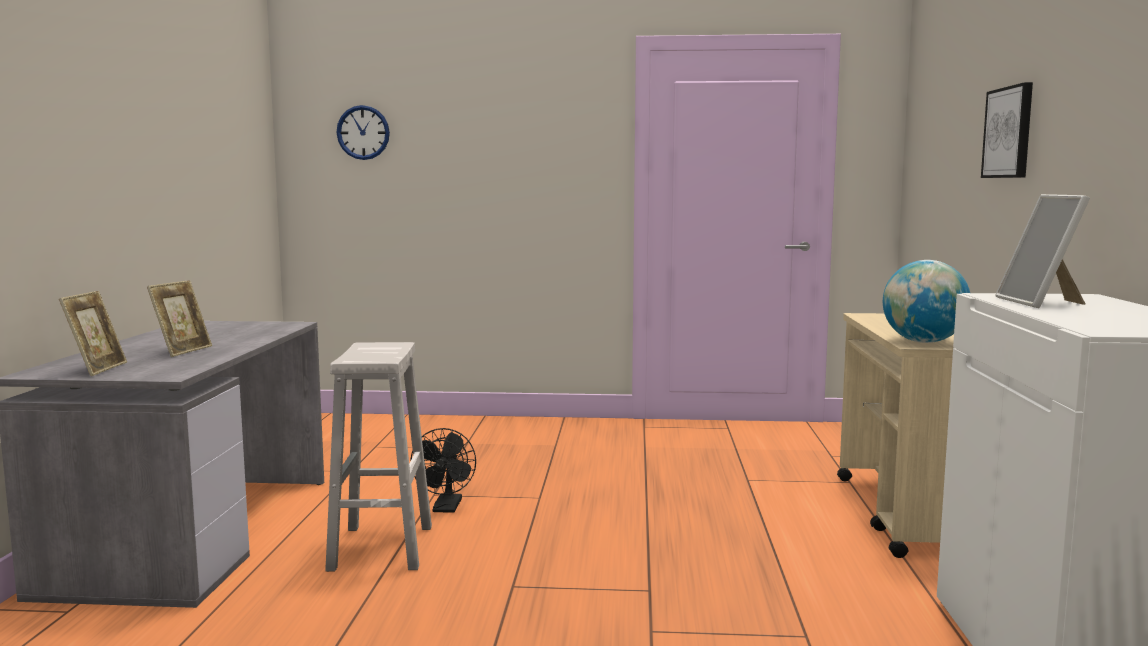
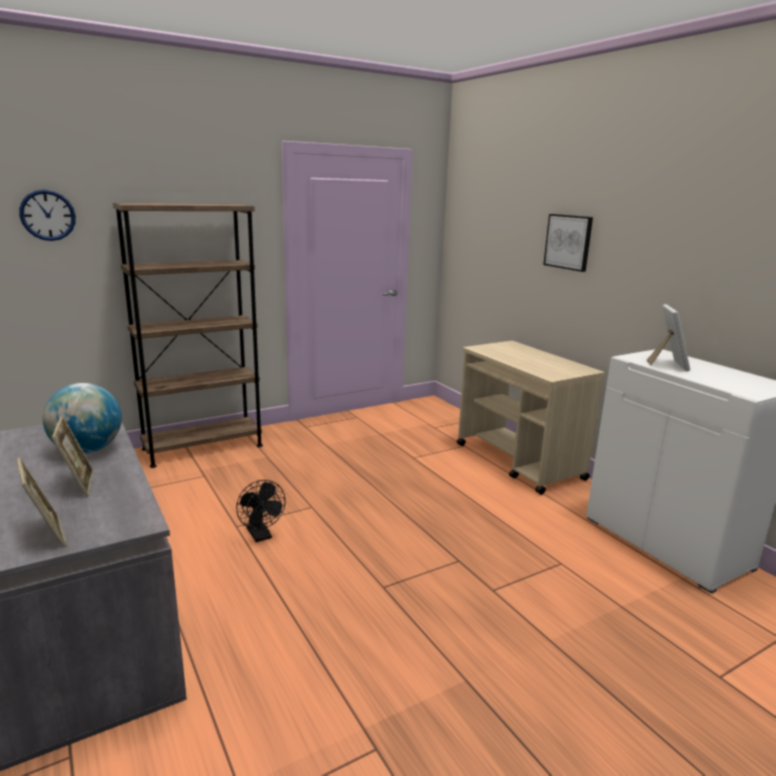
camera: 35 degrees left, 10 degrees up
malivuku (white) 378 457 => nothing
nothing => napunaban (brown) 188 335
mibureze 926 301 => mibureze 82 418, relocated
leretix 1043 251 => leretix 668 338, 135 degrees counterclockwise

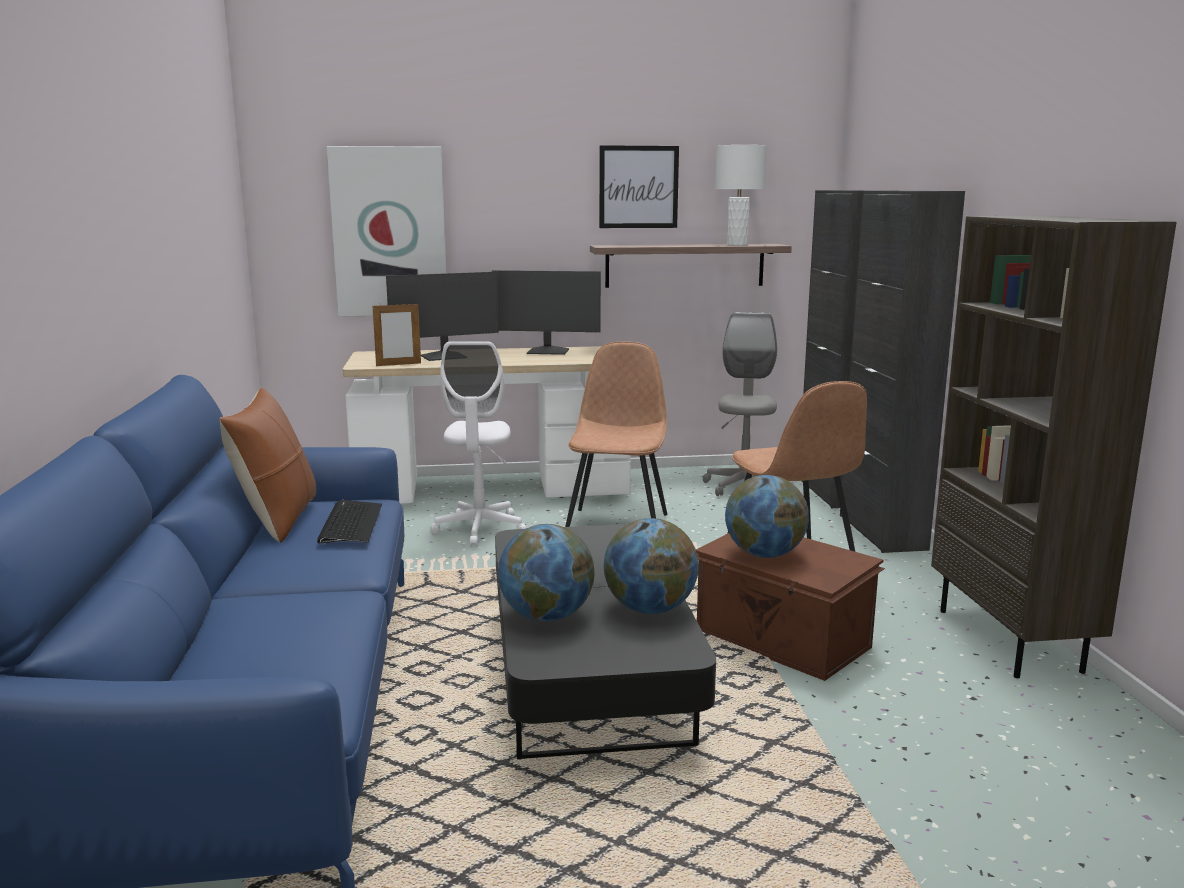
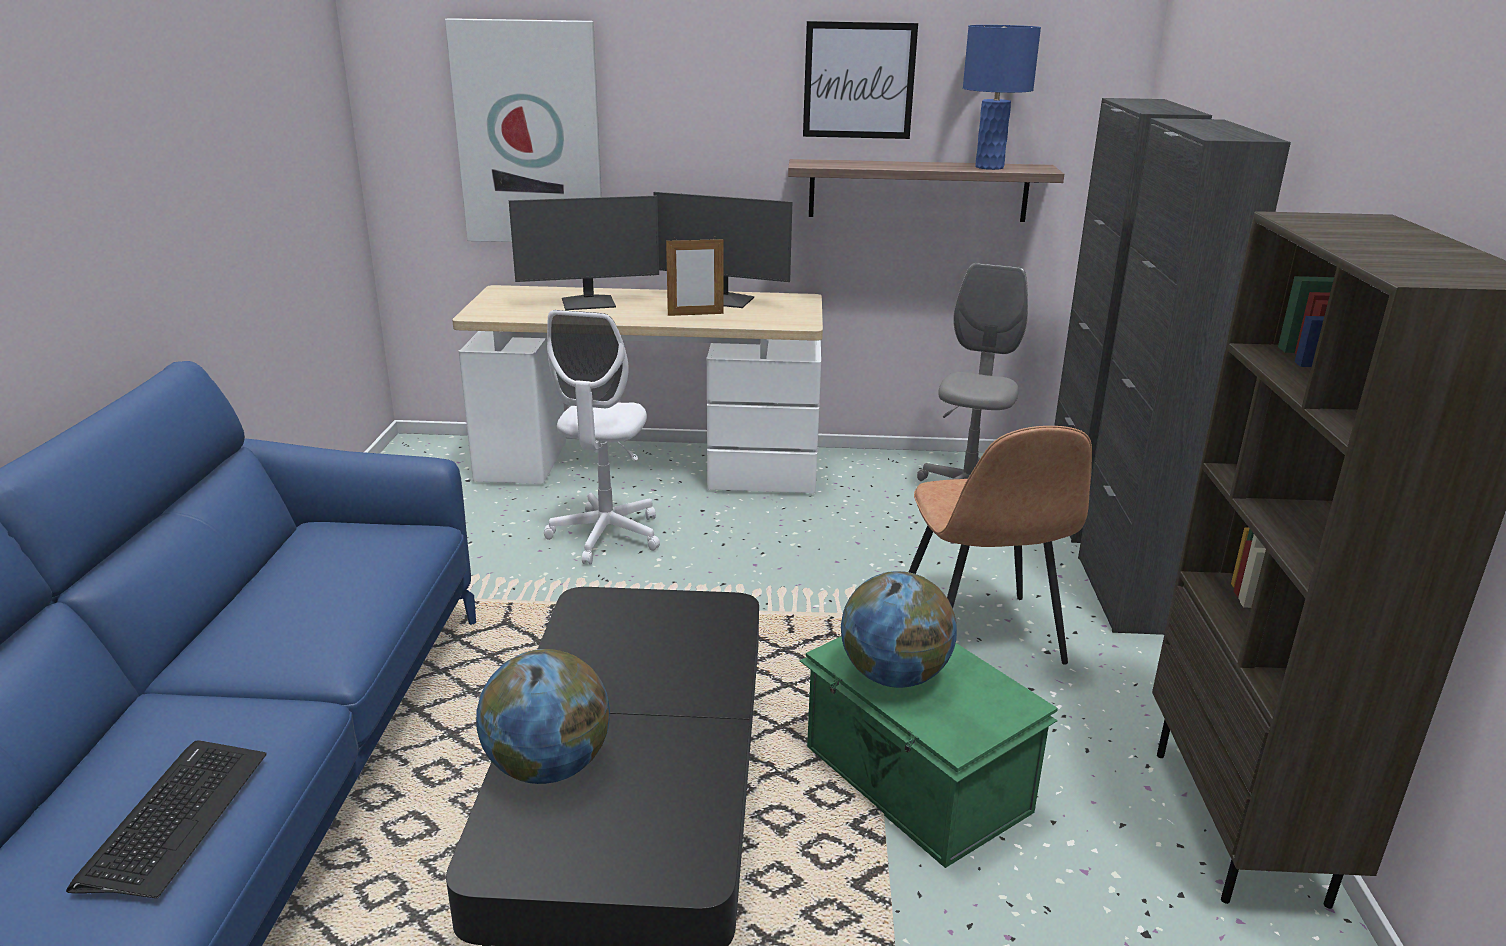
camera: 10 degrees right, 10 degrees up
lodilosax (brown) 268 465 => nothing
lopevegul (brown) 616 434 => nothing
mibureze 651 566 => nothing
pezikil 349 521 => pezikil 166 819, relocated
leretix 397 334 => leretix 695 277, relocated
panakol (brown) 790 607 => panakol (green) 929 752
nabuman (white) 741 195 => nabuman (blue) 1002 97

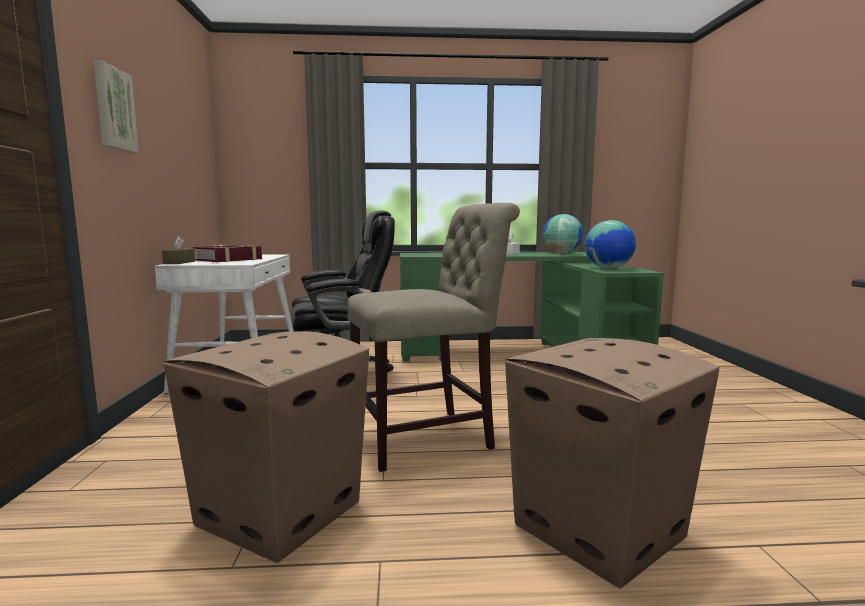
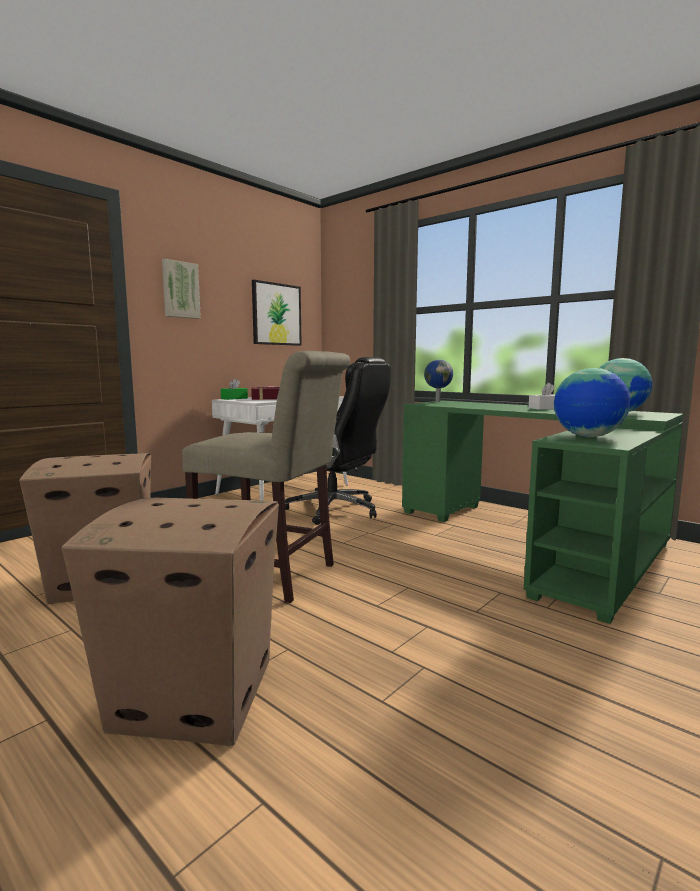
camera: 45 degrees right, 0 degrees up
nothing => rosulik 277 313
nothing => mibureze 438 380
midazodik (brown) 178 250 => midazodik (green) 234 389

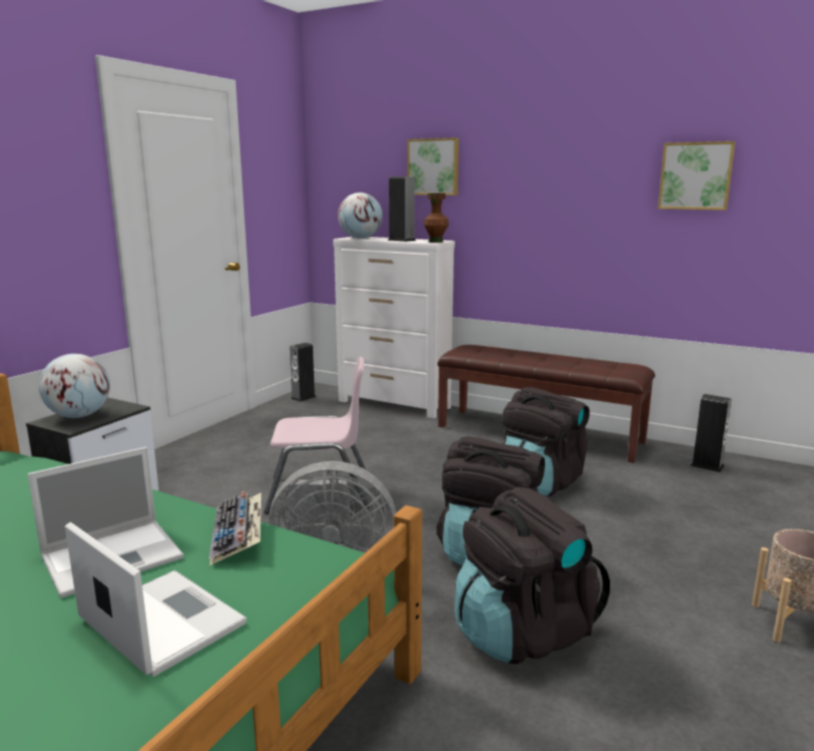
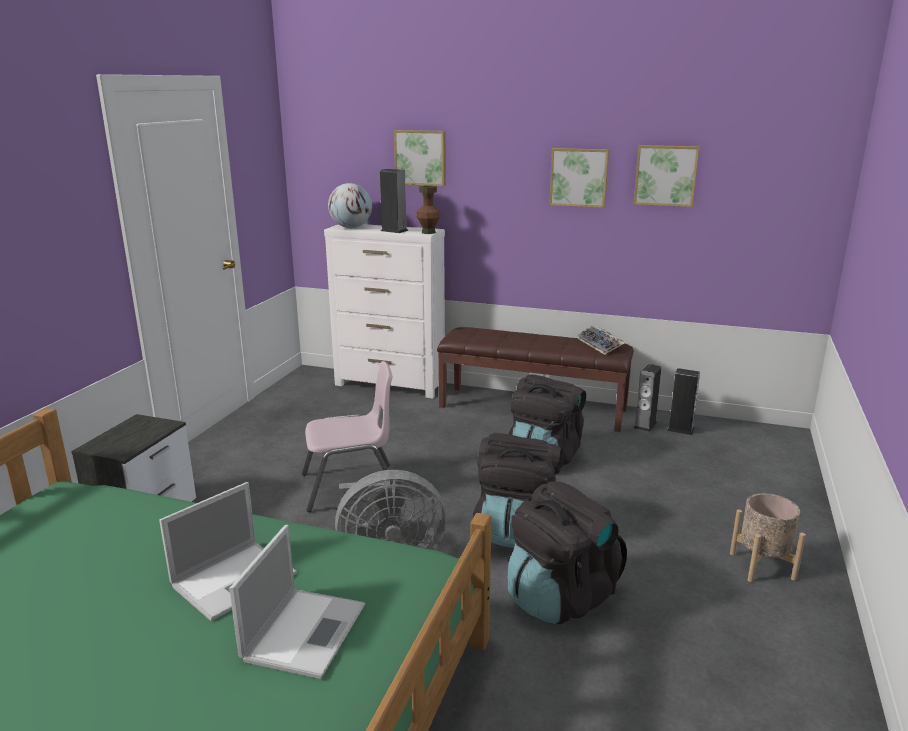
camera: 10 degrees left, 5 degrees up
mibureze 74 386 => nothing
nothing => rosulik 579 178
pezikil 235 528 => pezikil 602 340, relocated
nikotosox 303 372 => nikotosox 647 398, relocated
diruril 156 599 => diruril 297 602, 75 degrees clockwise

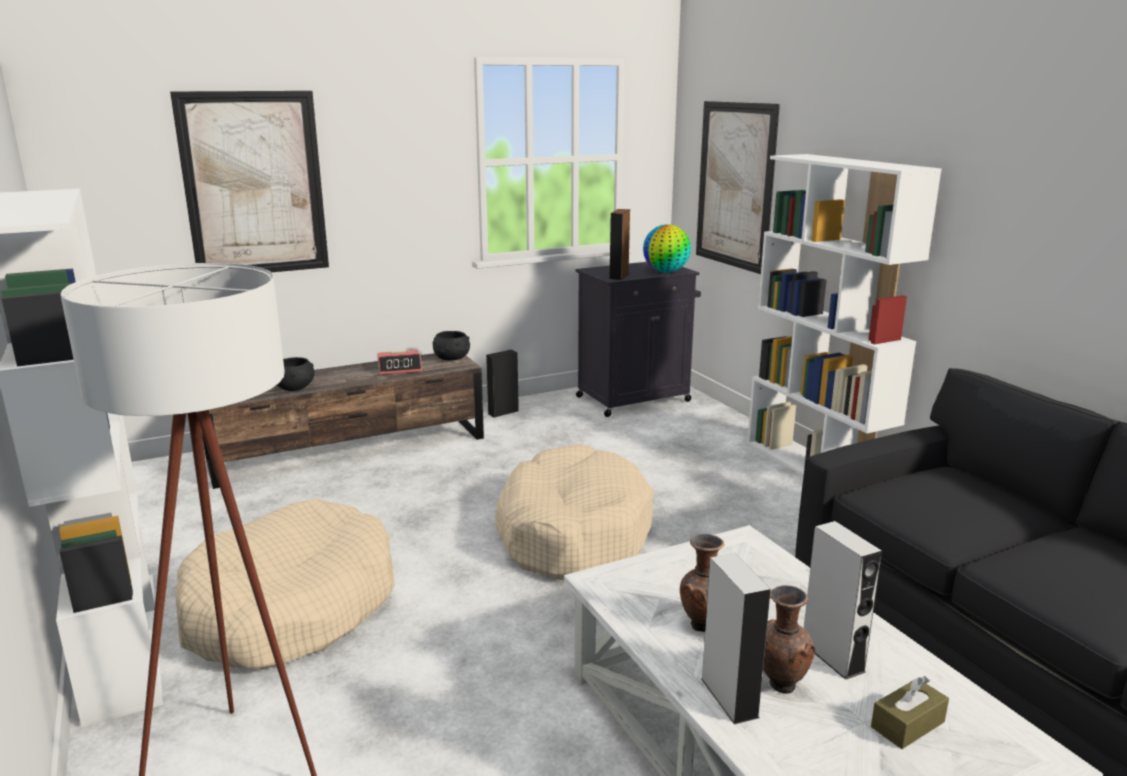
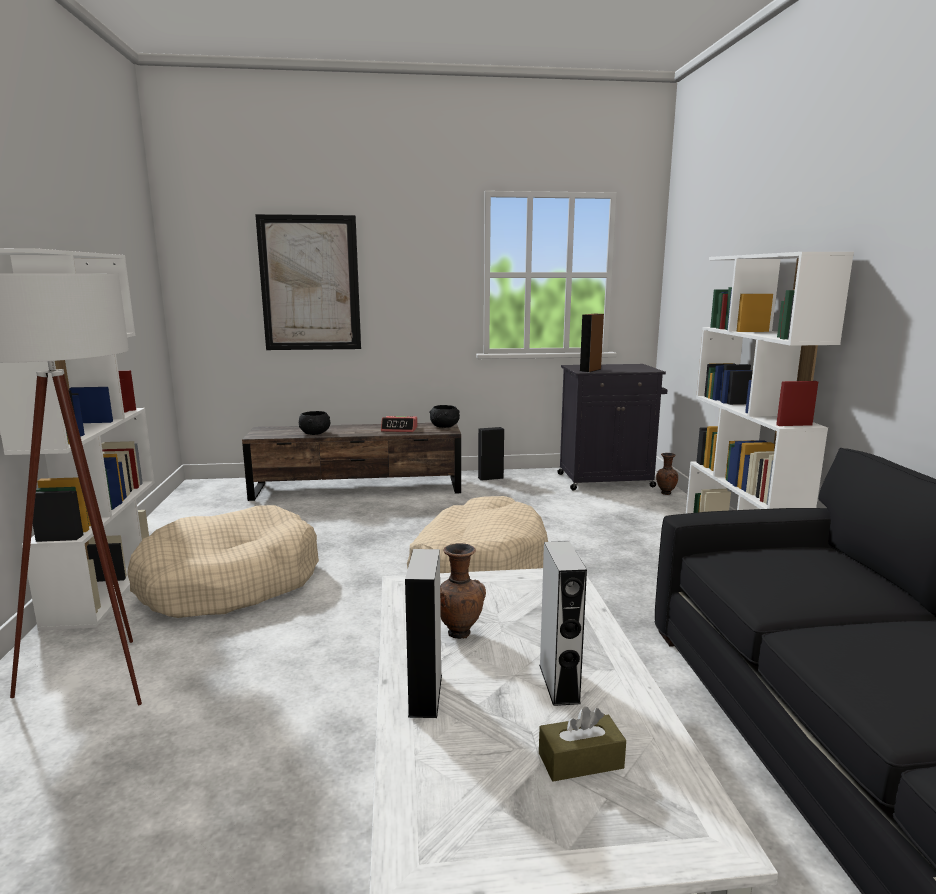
camera: 20 degrees right, 5 degrees down
mibureze 667 248 => nothing
rosulik 738 187 => nothing
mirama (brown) 789 639 => mirama (brown) 667 474, relocated

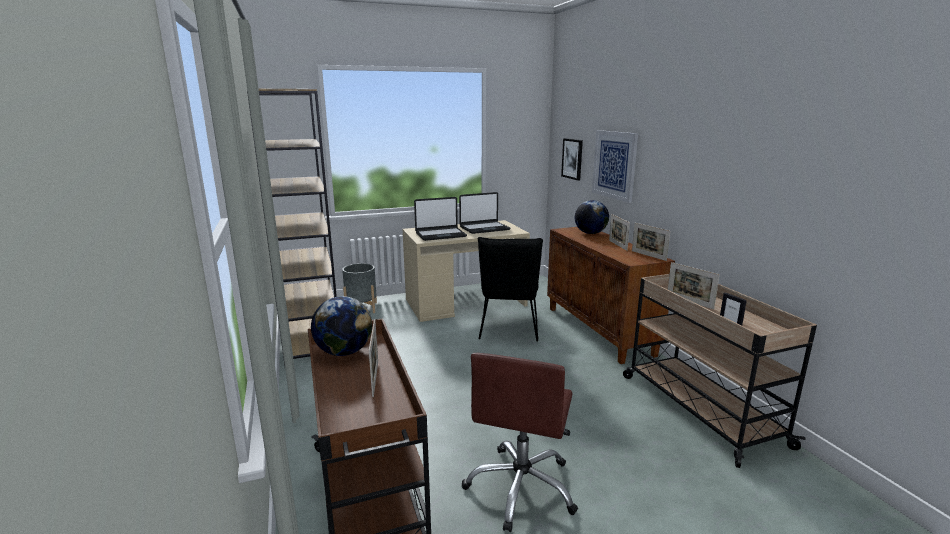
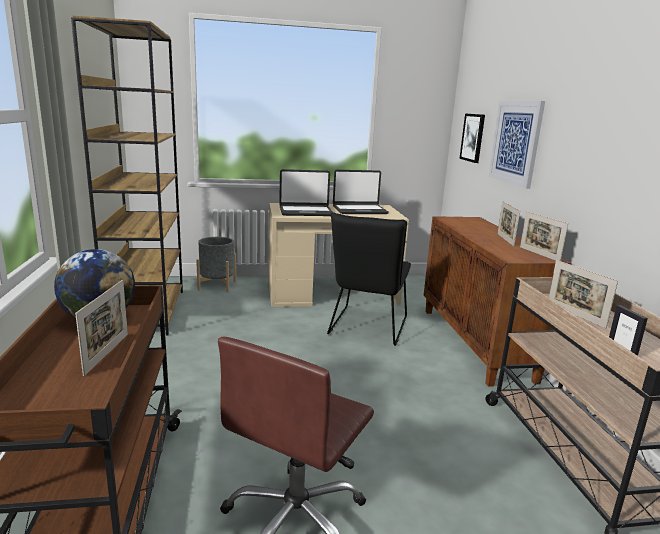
camera: 10 degrees right, 0 degrees up
mibureze 592 217 => nothing

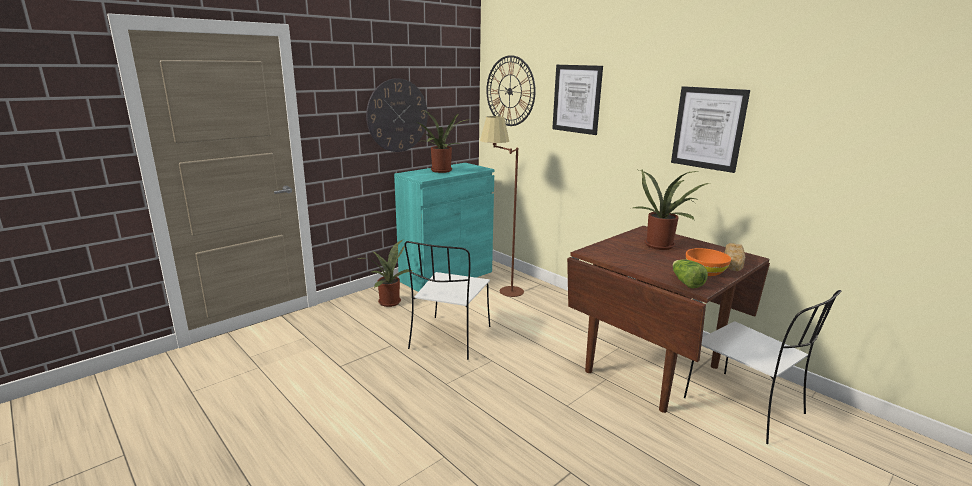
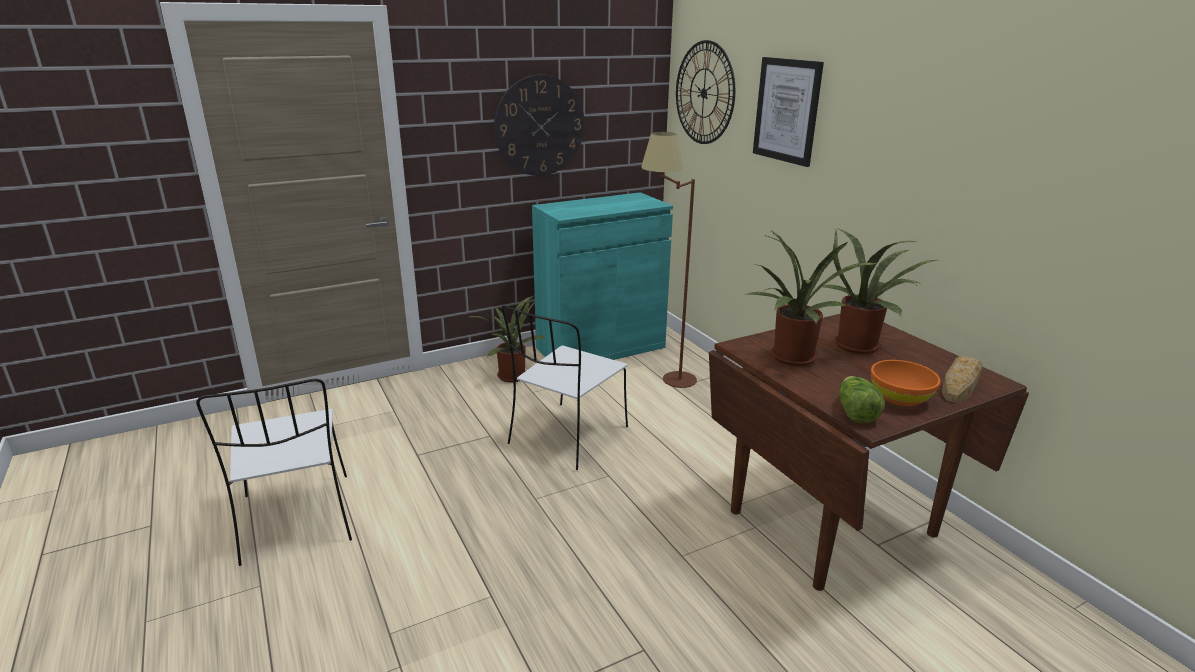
camera: 15 degrees right, 5 degrees up
rosulik 710 129 => nothing
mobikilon 441 141 => mobikilon 811 297, relocated
lopevegul (white) 762 367 => lopevegul (white) 274 472, relocated

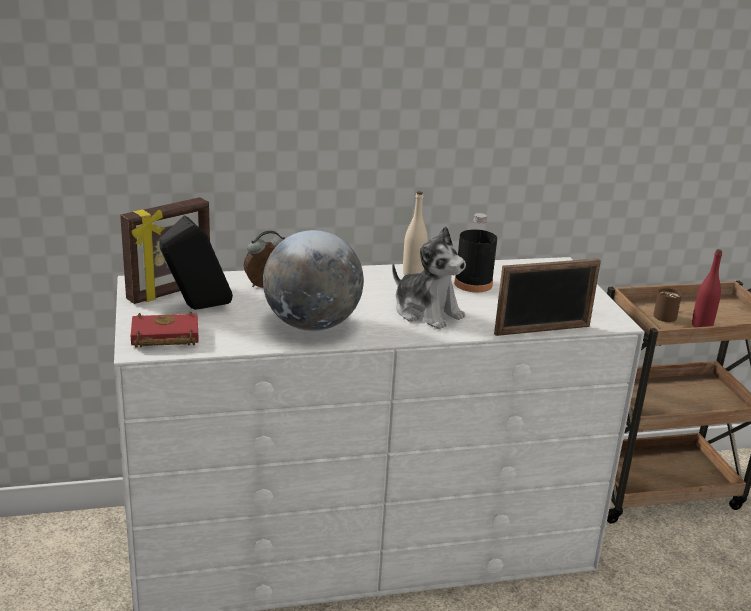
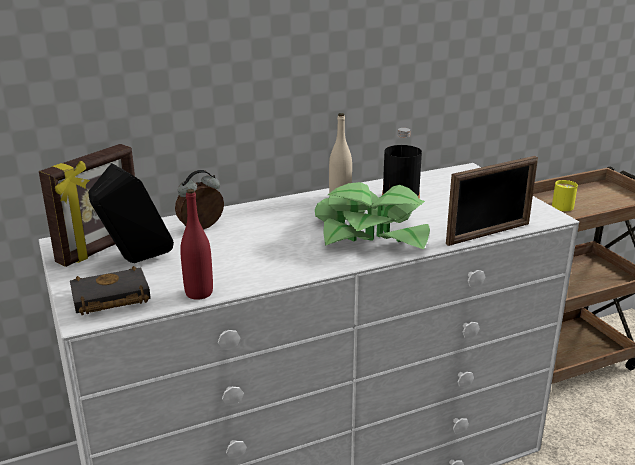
camera: 10 degrees left, 0 degrees up
mibureze 313 280 => nothing
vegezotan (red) 707 288 => vegezotan (red) 196 244, relocated
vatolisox 429 277 => mobikilon 372 215
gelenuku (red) 165 329 => gelenuku (black) 110 290
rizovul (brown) 667 305 => rizovul (yellow) 565 195

